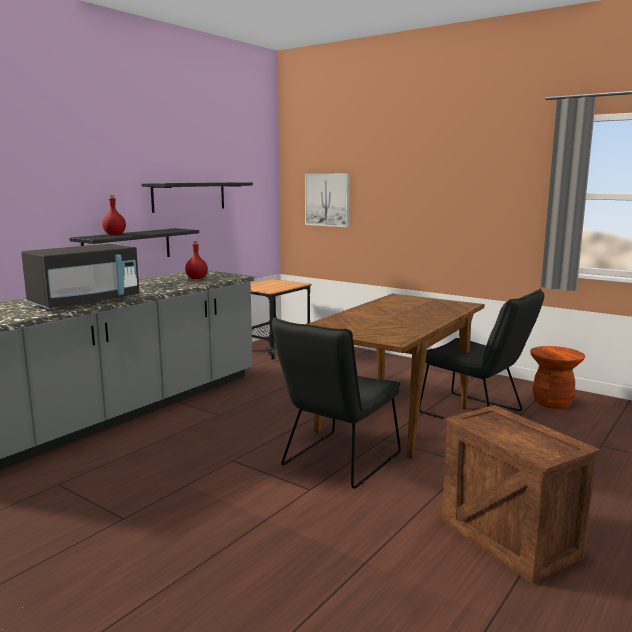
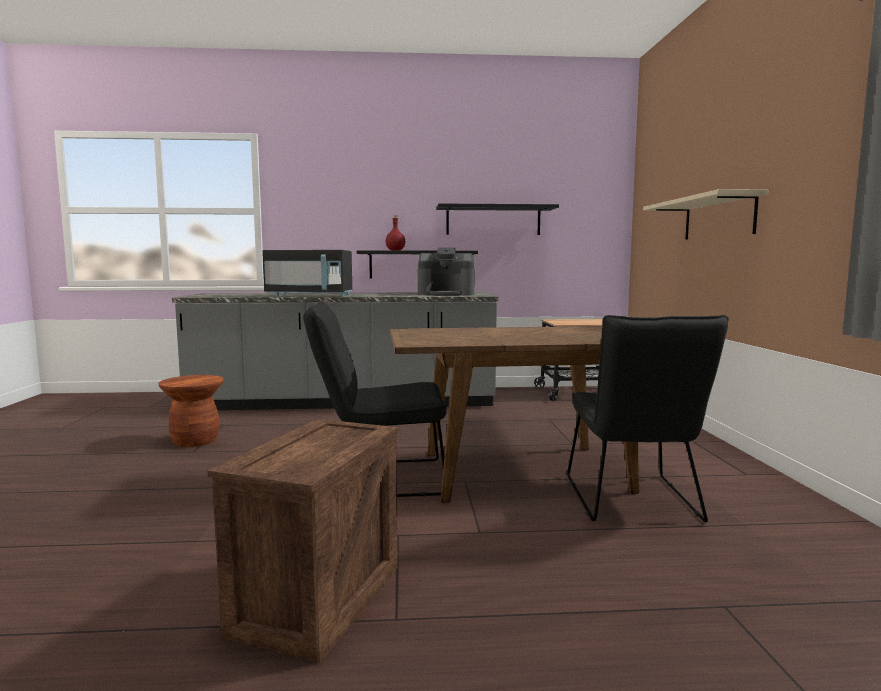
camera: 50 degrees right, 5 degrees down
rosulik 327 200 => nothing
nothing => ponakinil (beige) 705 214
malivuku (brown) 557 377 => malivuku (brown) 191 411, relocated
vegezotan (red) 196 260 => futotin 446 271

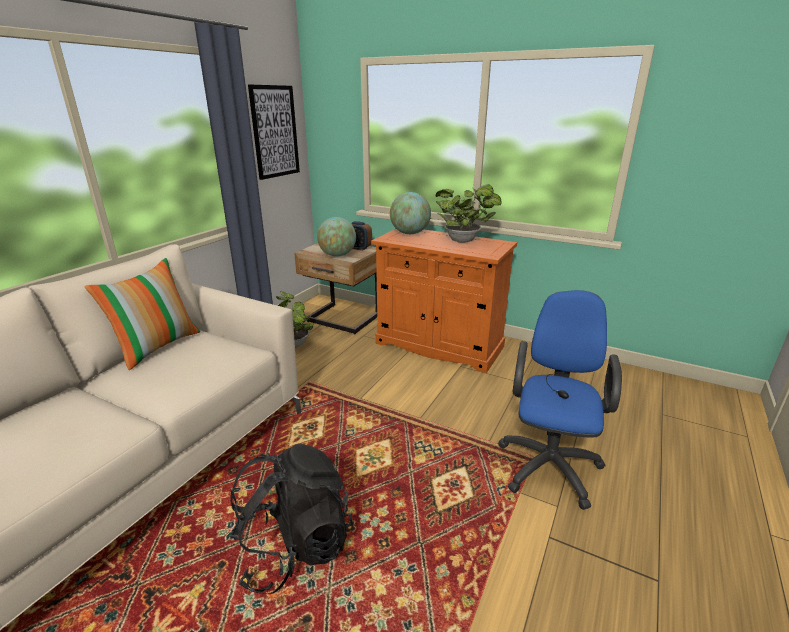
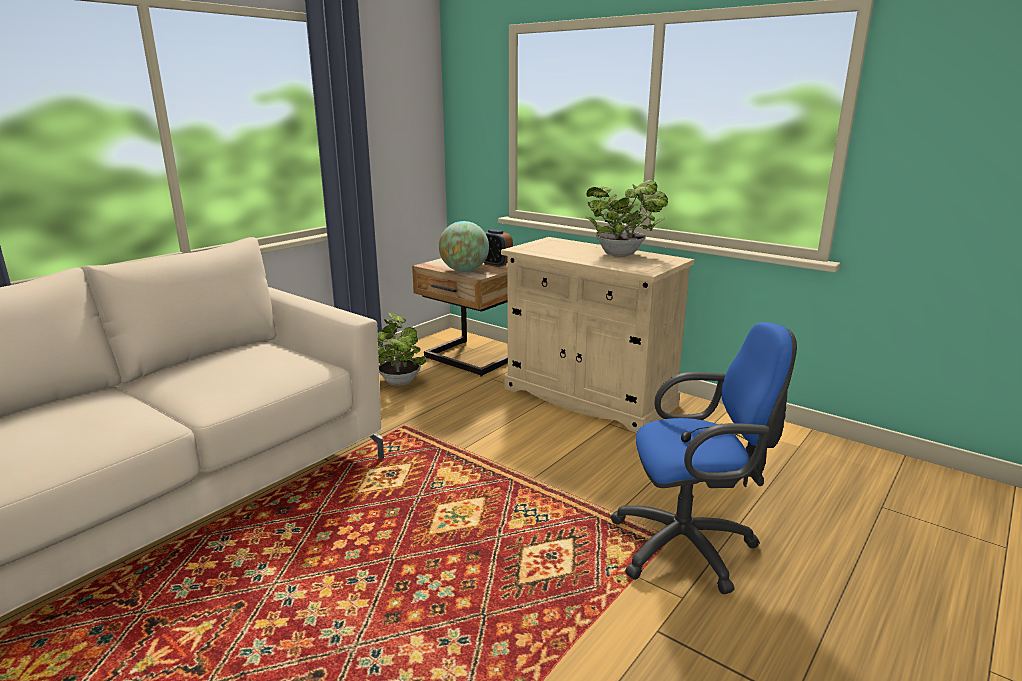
camera: 10 degrees right, 5 degrees down
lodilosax 142 314 => nothing
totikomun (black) 291 518 => nothing
rosulik 274 132 => nothing
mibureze 410 213 => nothing
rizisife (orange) 444 301 => rizisife (beige) 597 335
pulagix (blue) 560 400 => pulagix (blue) 703 458, 60 degrees clockwise

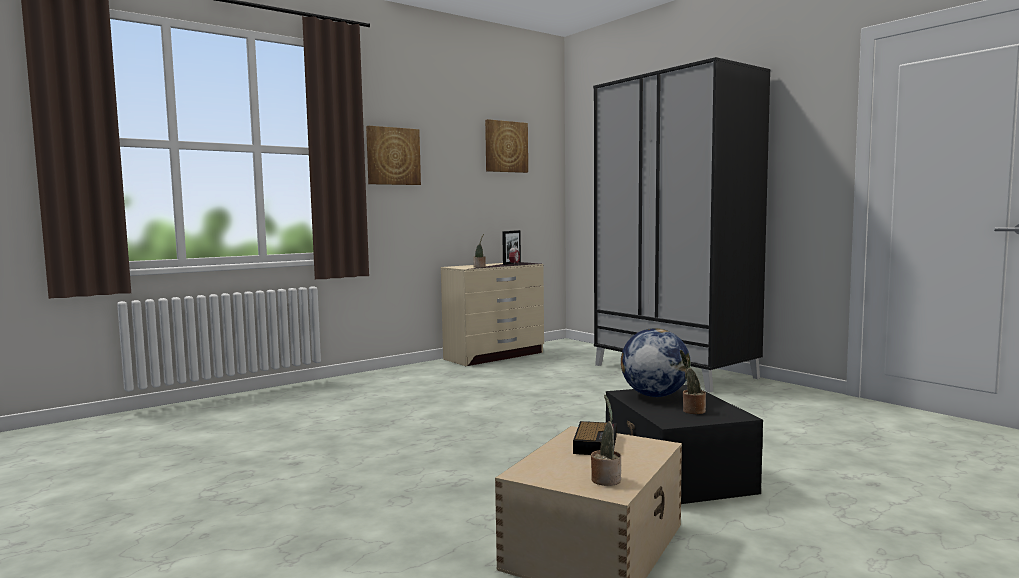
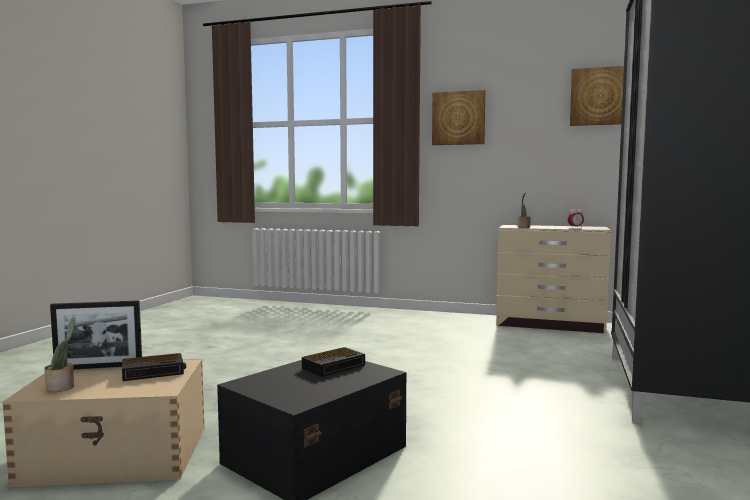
camera: 55 degrees right, 0 degrees up
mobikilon 693 382 => nothing
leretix 511 247 => leretix 96 334, relocated
mibureze 656 362 => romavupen 333 362

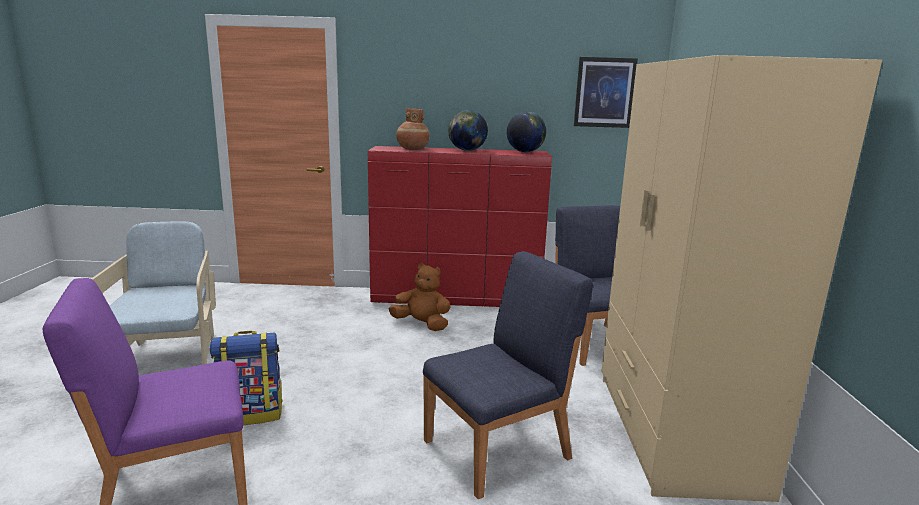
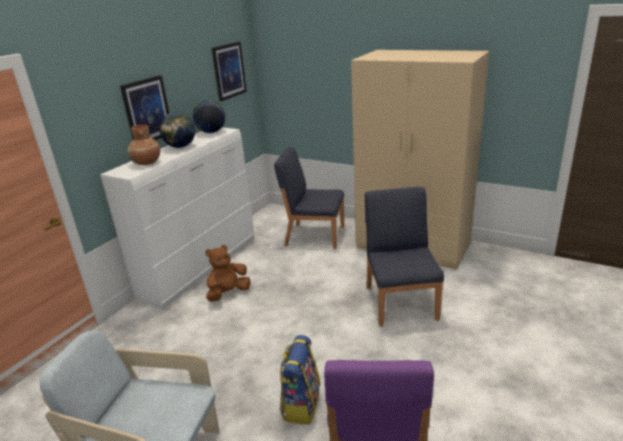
camera: 60 degrees left, 10 degrees up
nothing => rosulik 144 108
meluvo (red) 460 226 => meluvo (white) 177 218

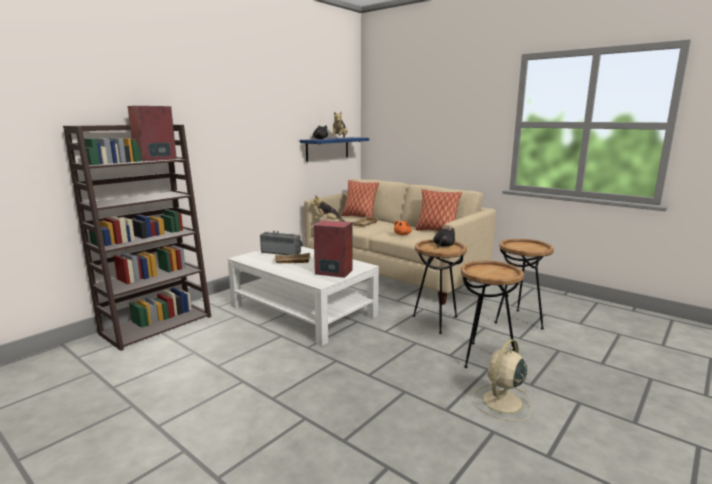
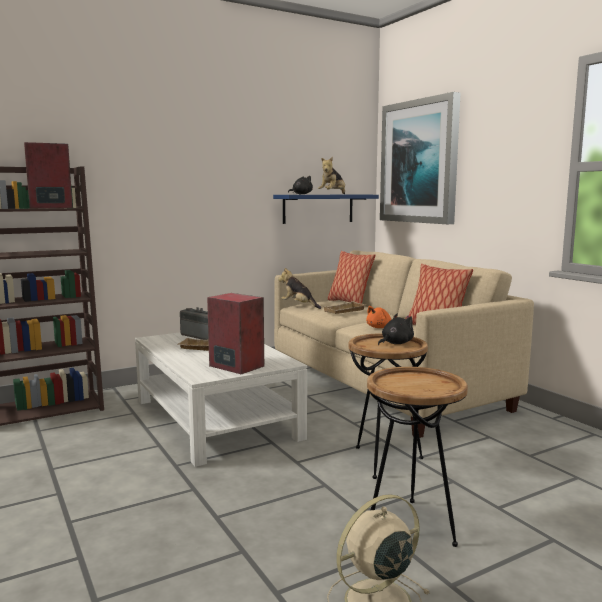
camera: 20 degrees right, 5 degrees down
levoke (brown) 524 284 => nothing
nothing => rosulik 420 158

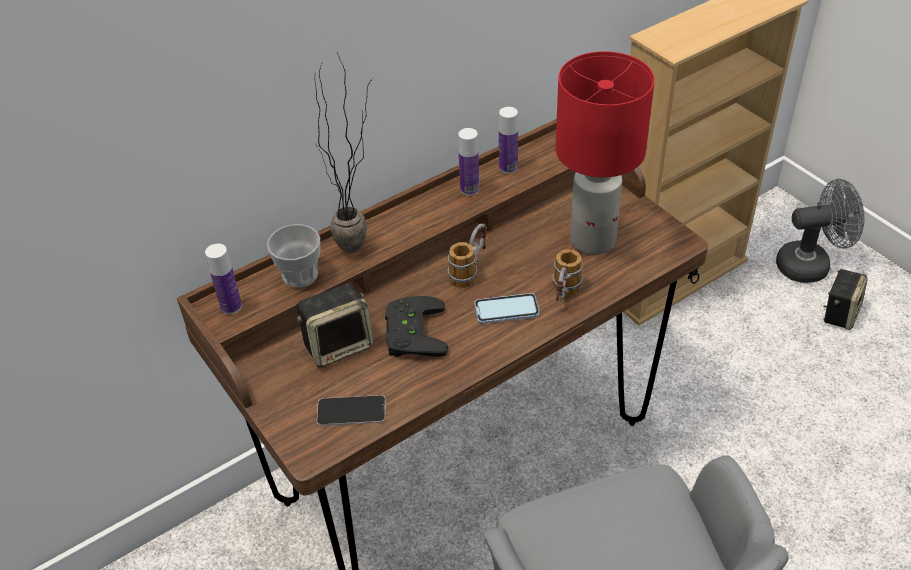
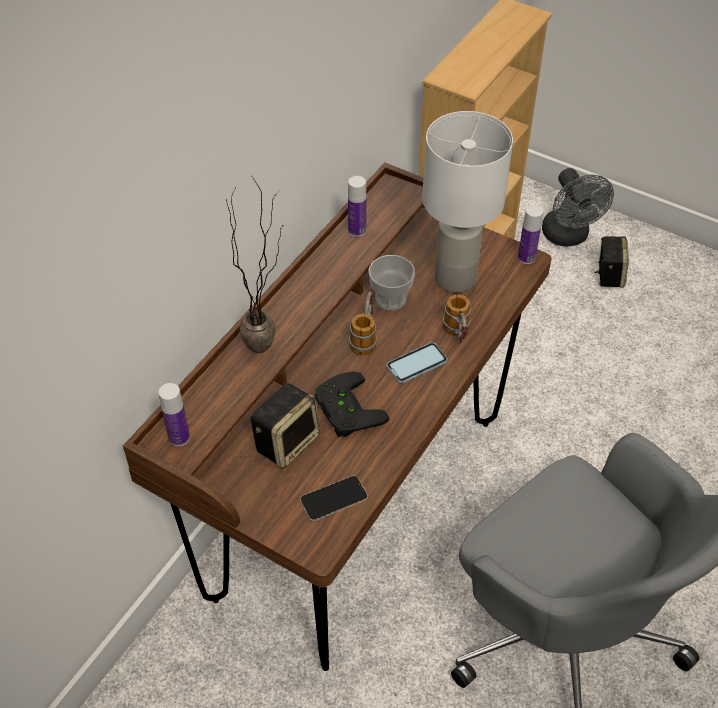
camera: 25 degrees left, 5 degrees up
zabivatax 293 256 => zabivatax 392 282, relocated
vegezotan 468 162 => vegezotan 530 234, relocated
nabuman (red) 605 153 => nabuman (white) 467 202
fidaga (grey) 820 231 => fidaga (grey) 578 207, 105 degrees clockwise

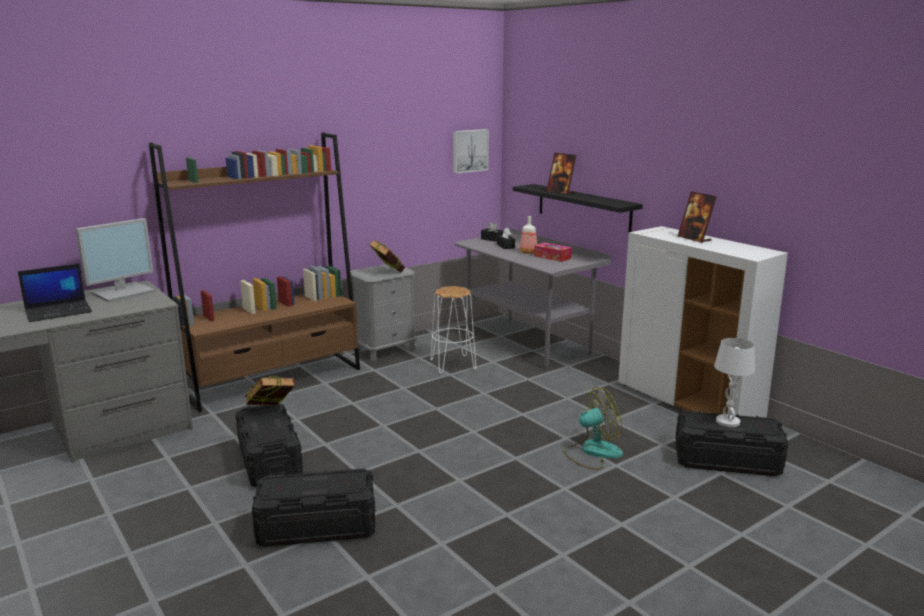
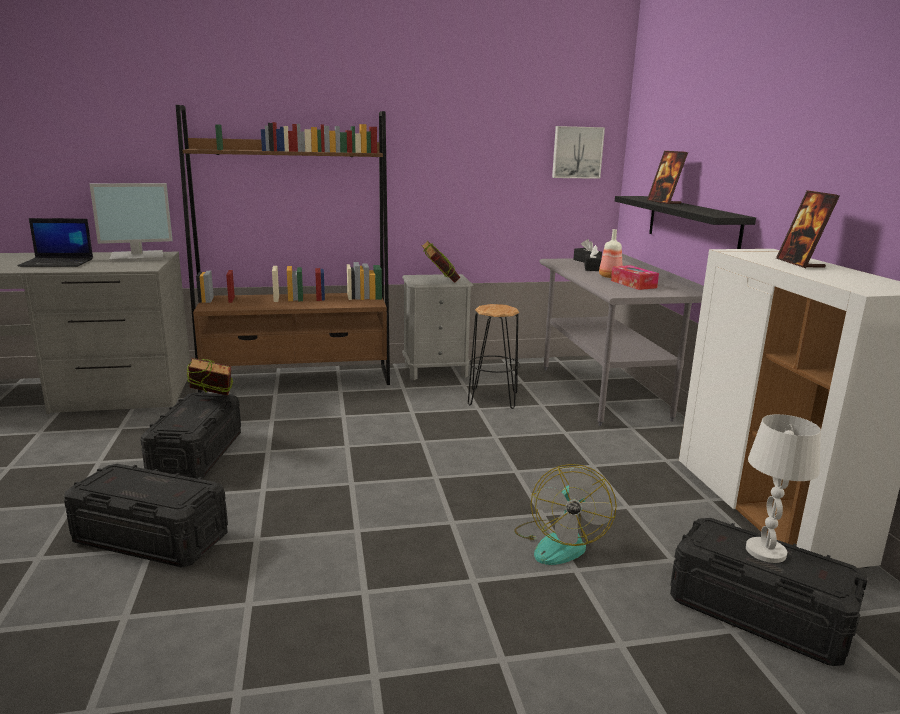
camera: 25 degrees right, 0 degrees up
malivuku (white) 453 329 => malivuku (black) 494 356
fidaga 593 428 => fidaga 565 514, 90 degrees clockwise

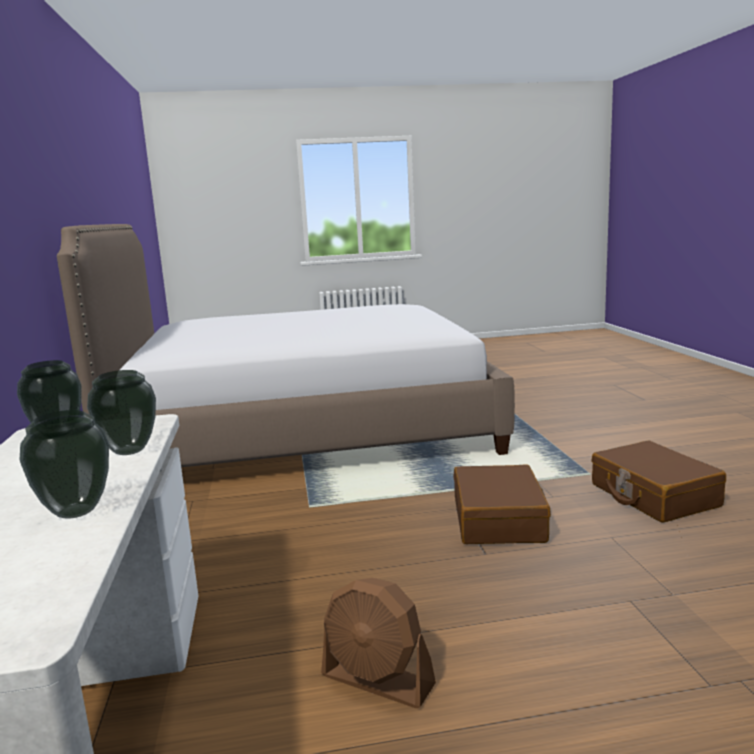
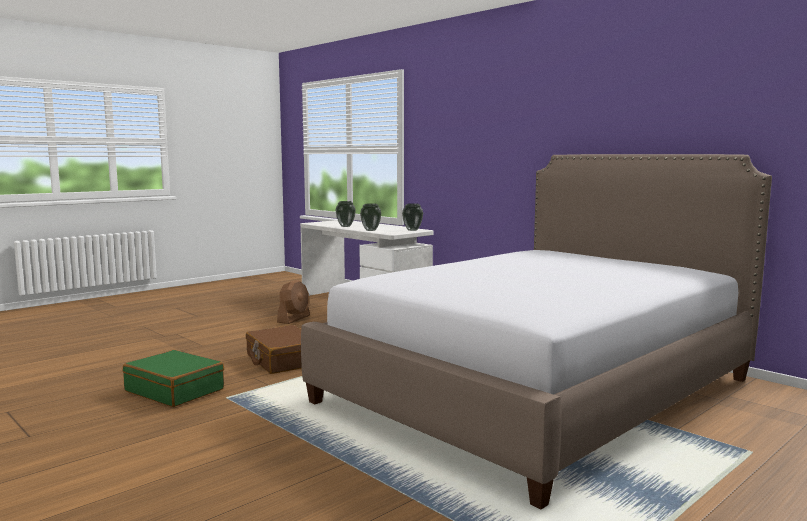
camera: 145 degrees right, 5 degrees down
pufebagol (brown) 659 481 => pufebagol (green) 173 378
fidaga (brown) 378 643 => fidaga (brown) 293 302, 120 degrees clockwise

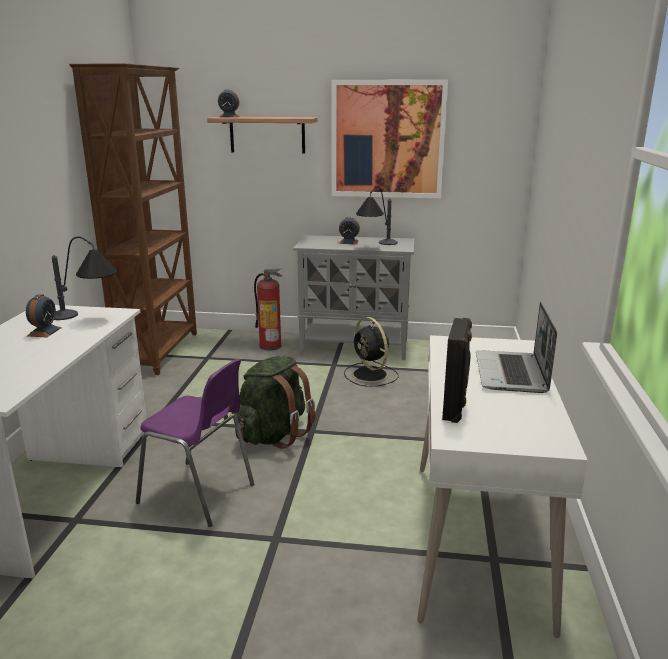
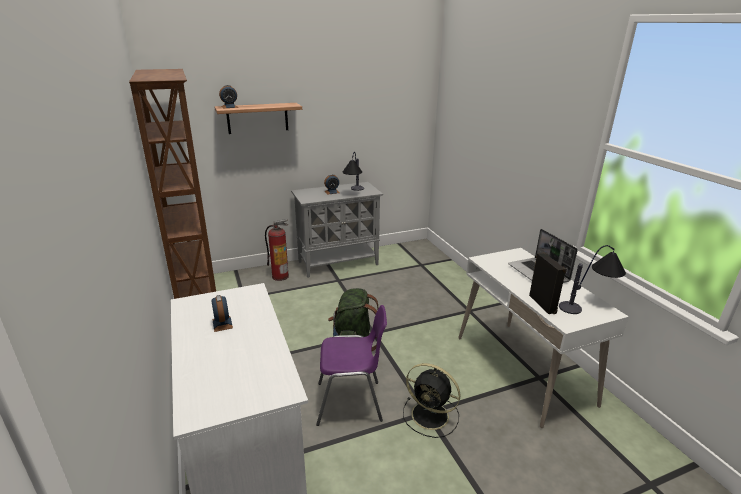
camera: 30 degrees left, 5 degrees up
rosulik 389 139 => nothing
nabuman 84 278 => nabuman 592 279, relocated
fidaga (black) 371 352 => fidaga (black) 432 400, relocated

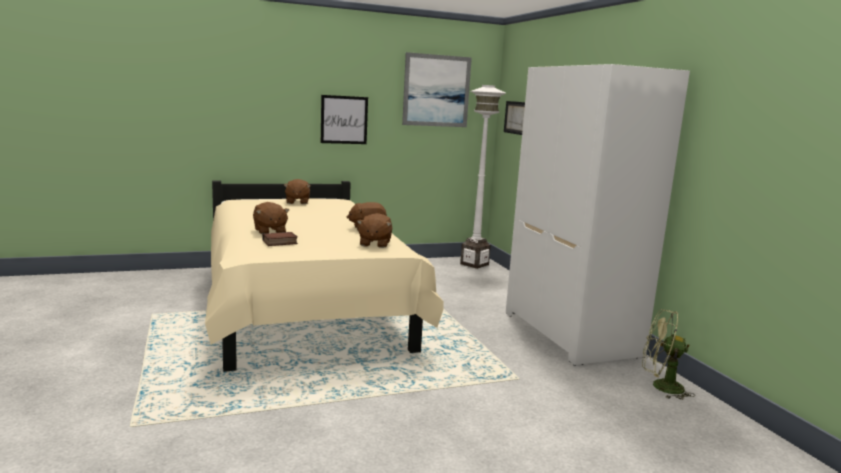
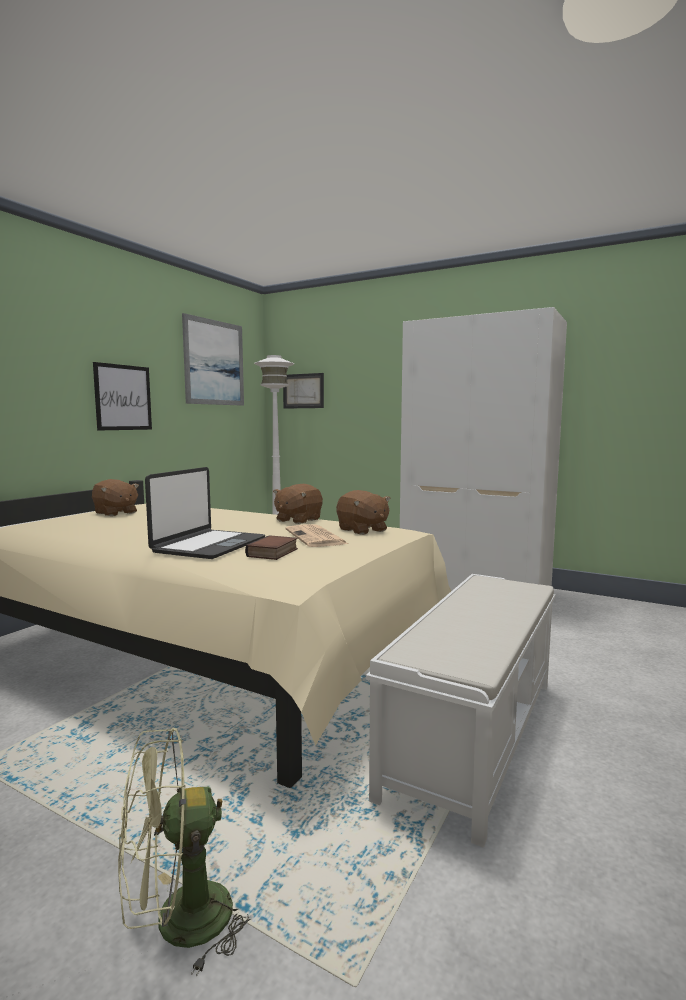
camera: 40 degrees left, 5 degrees down
nothing => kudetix 317 535
nothing => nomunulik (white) 460 711
fidaga (green) 668 354 => fidaga (green) 184 852, relocated
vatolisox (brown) 271 218 => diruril 205 513

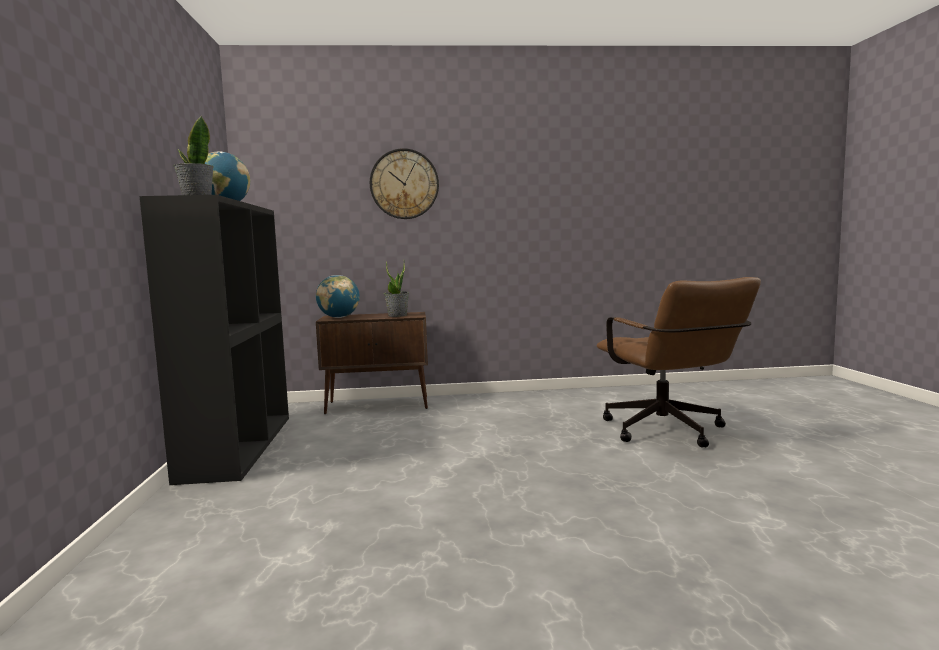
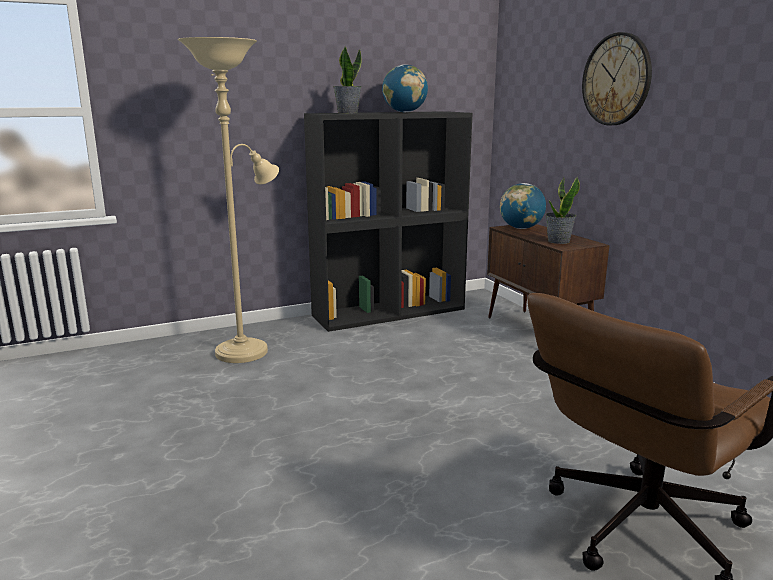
camera: 70 degrees right, 10 degrees up
nothing => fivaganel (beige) 228 200

